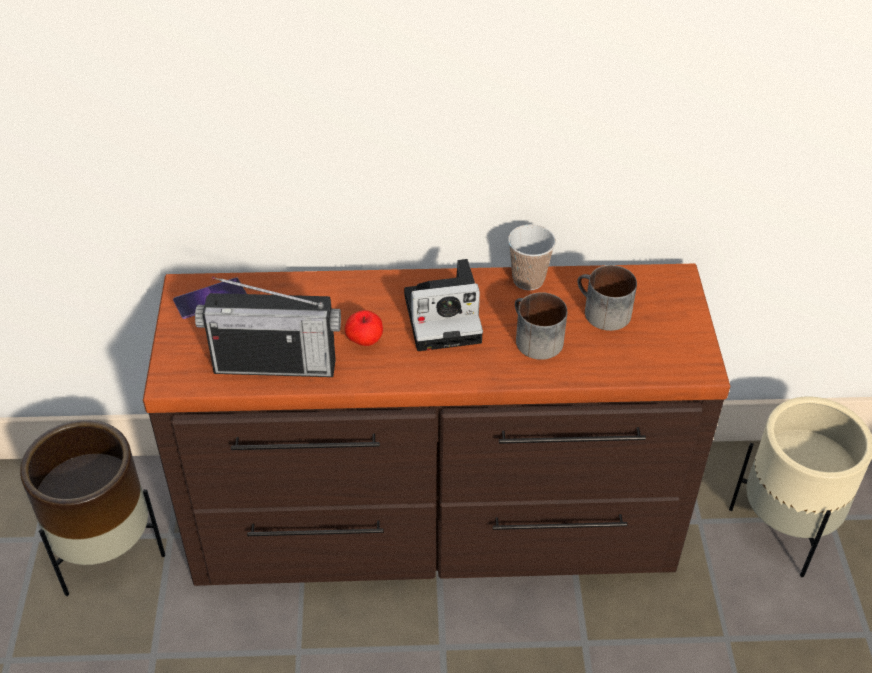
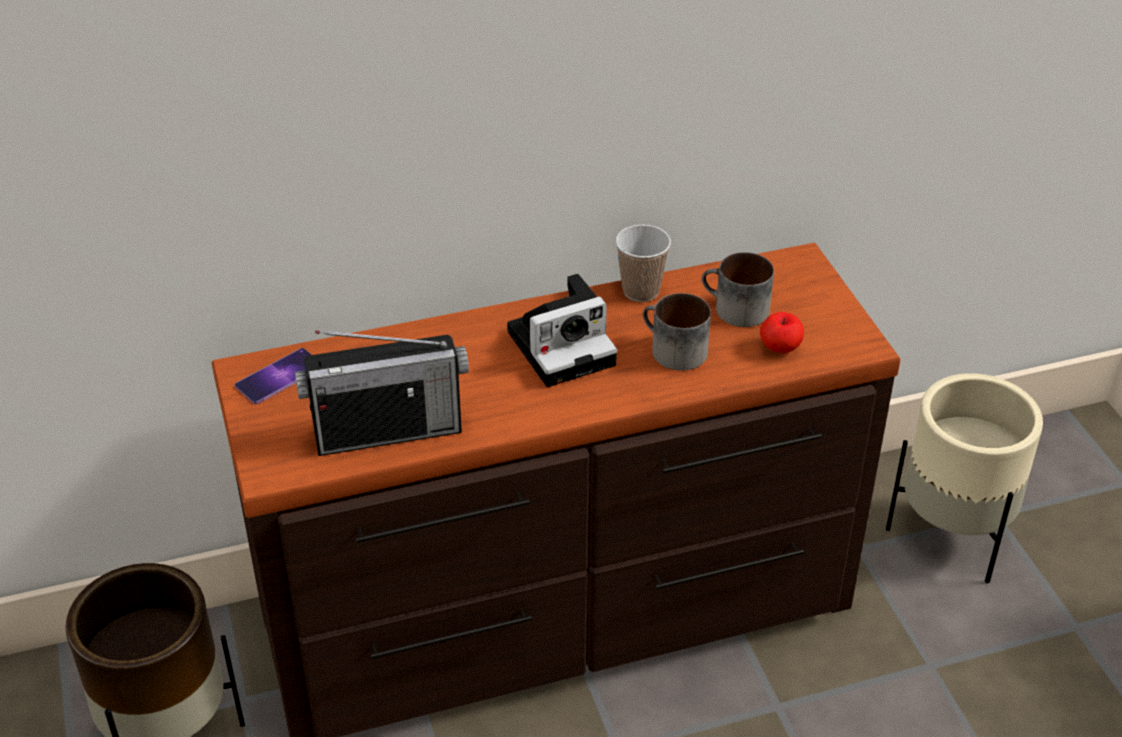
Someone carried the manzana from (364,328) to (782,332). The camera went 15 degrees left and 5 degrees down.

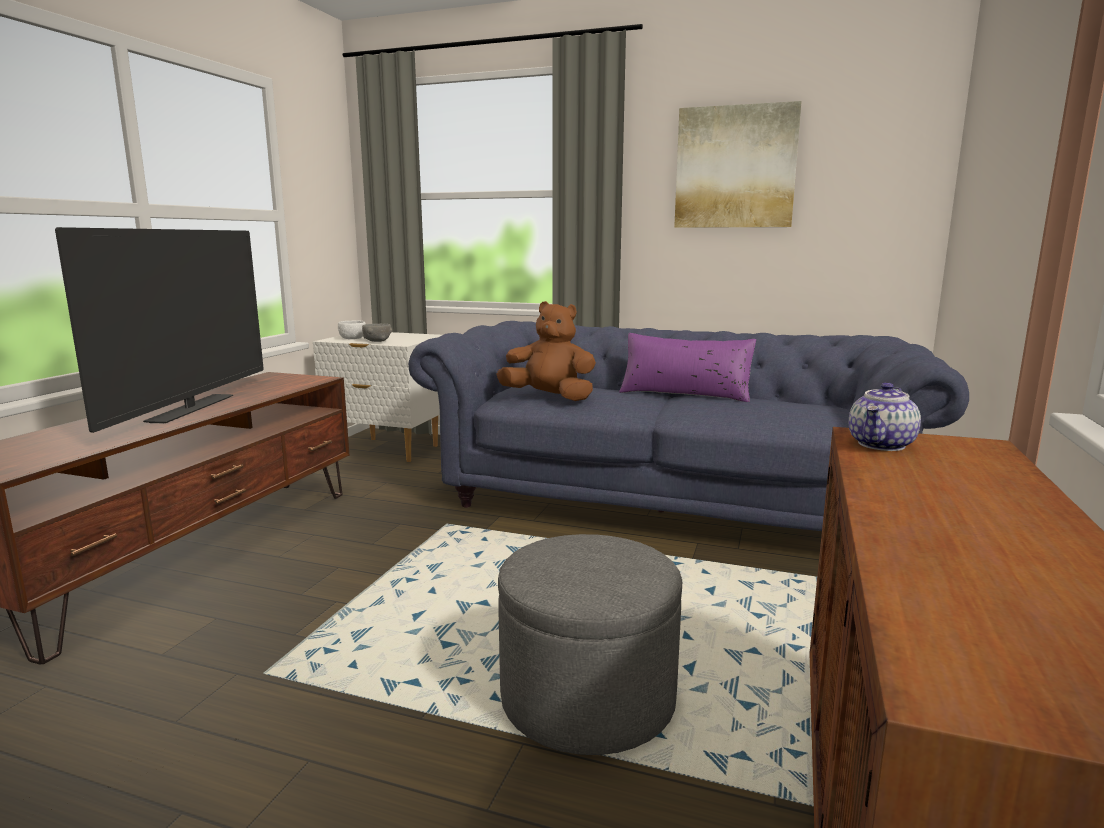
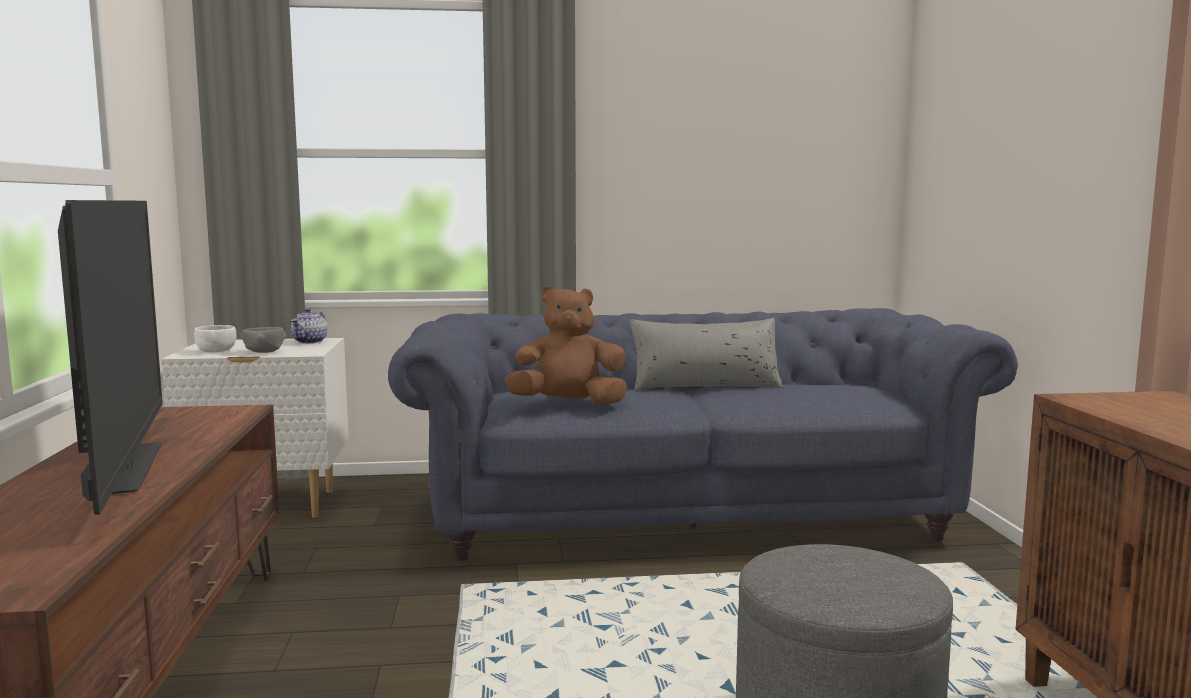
Someone carried the tetera from (885,416) to (309,326). Someone repainted the cojín/morado at (687,367), which became the cojín/gris at (706,354). Someone took away the cuadro at (738,164). The camera went 25 degrees left and 5 degrees down.

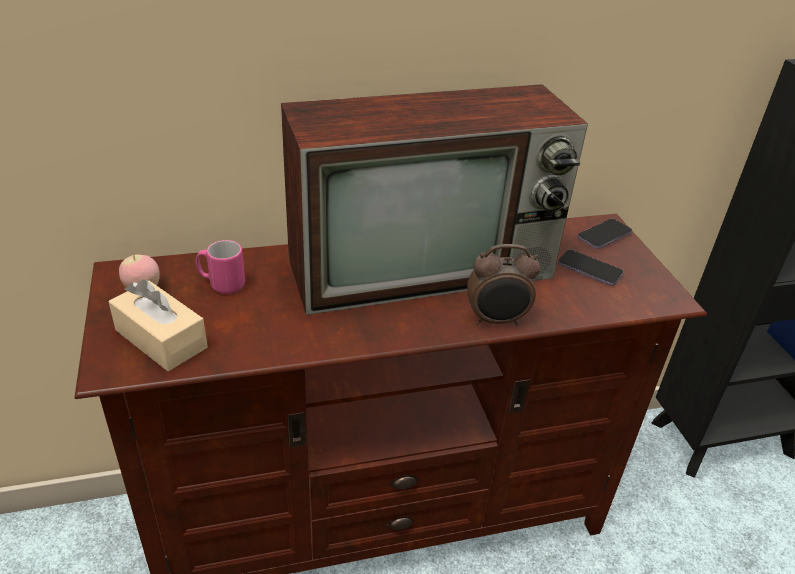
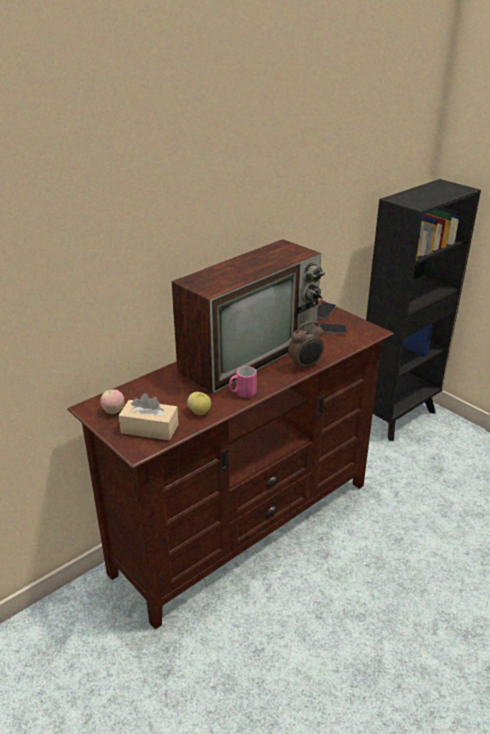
Someone put down the manzana at (199,403). Someone carried the taza grande/rosa from (220,267) to (243,382). The camera went 25 degrees left and 5 degrees down.

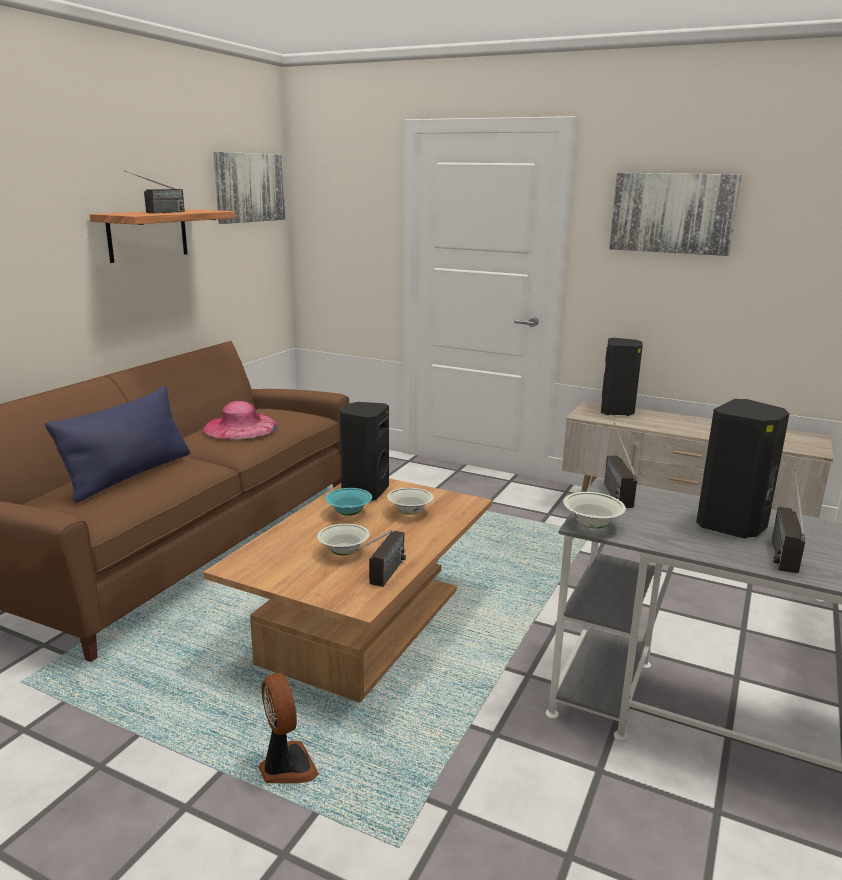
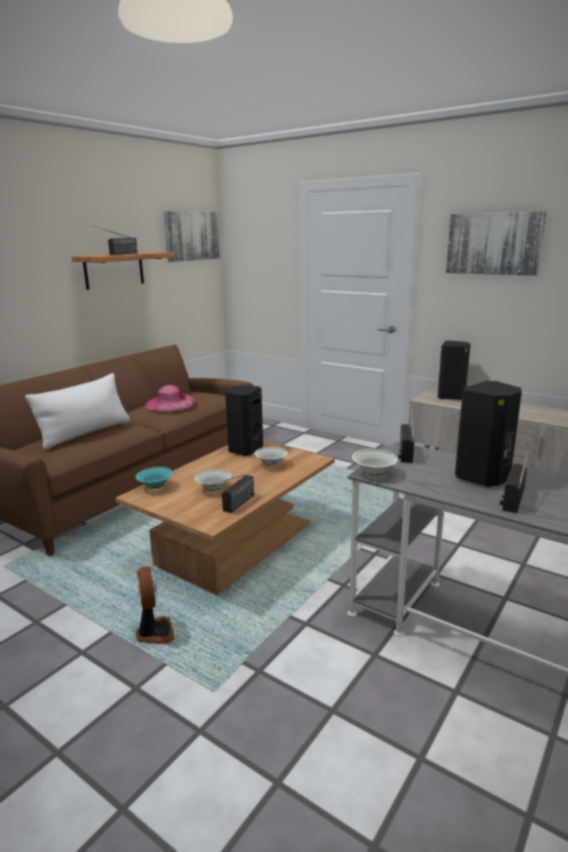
Someone repainted the cojín/azul at (117,444), which became the cojín/blanco at (77,411). Someone carried the cuenco/turquesa from (348,502) to (154,478). The camera went 10 degrees right and 0 degrees up.

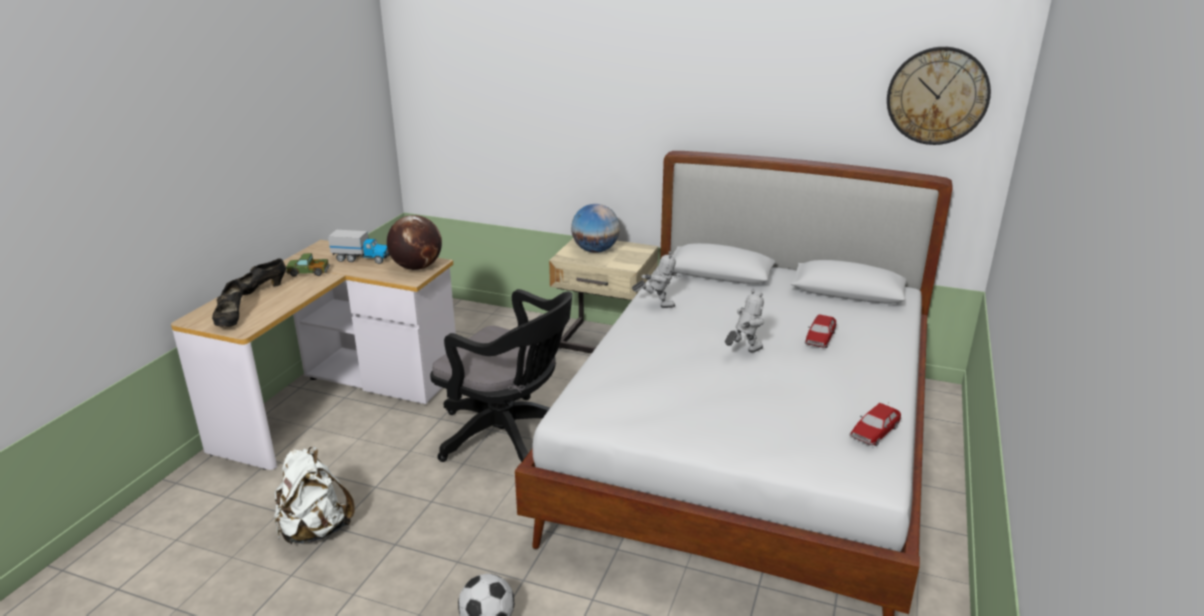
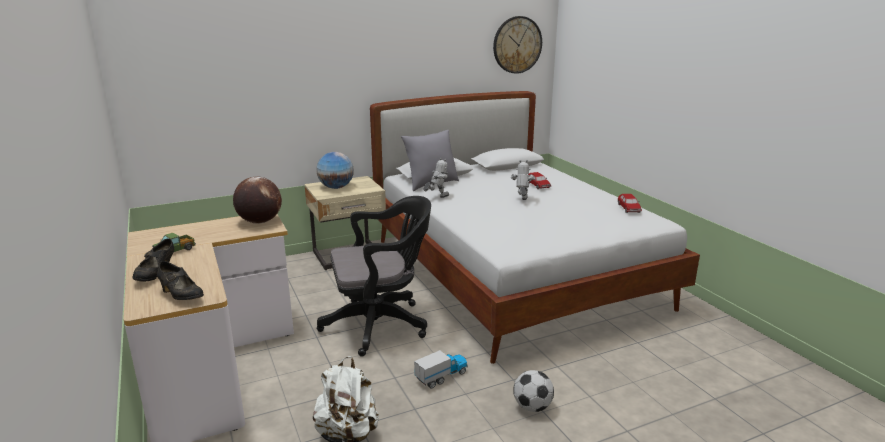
Someone put down the cojín/gris at (430,160). Someone carried the camión de juguete from (359,247) to (441,369). The camera went 45 degrees left and 5 degrees down.

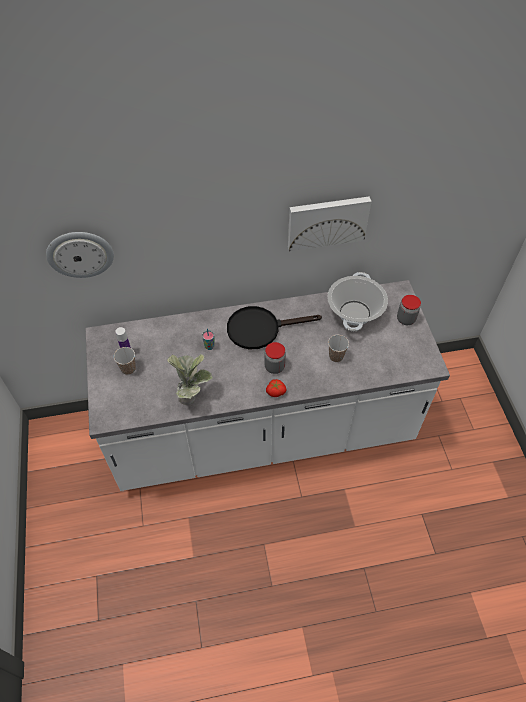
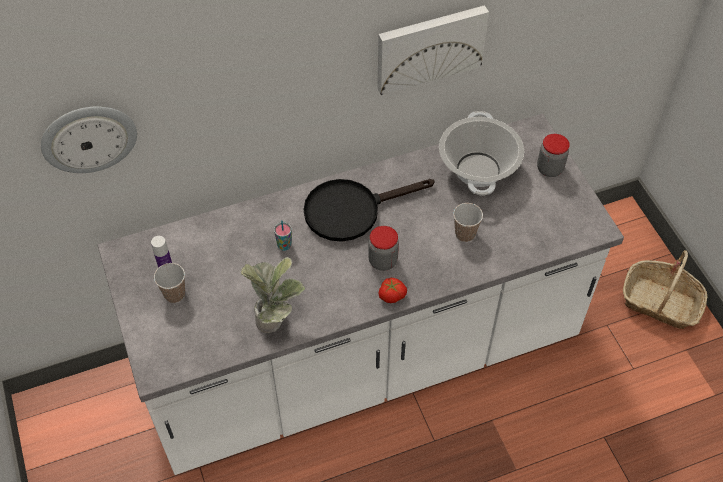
Someone put down the cesta at (665,289). The camera went 10 degrees left and 0 degrees up.

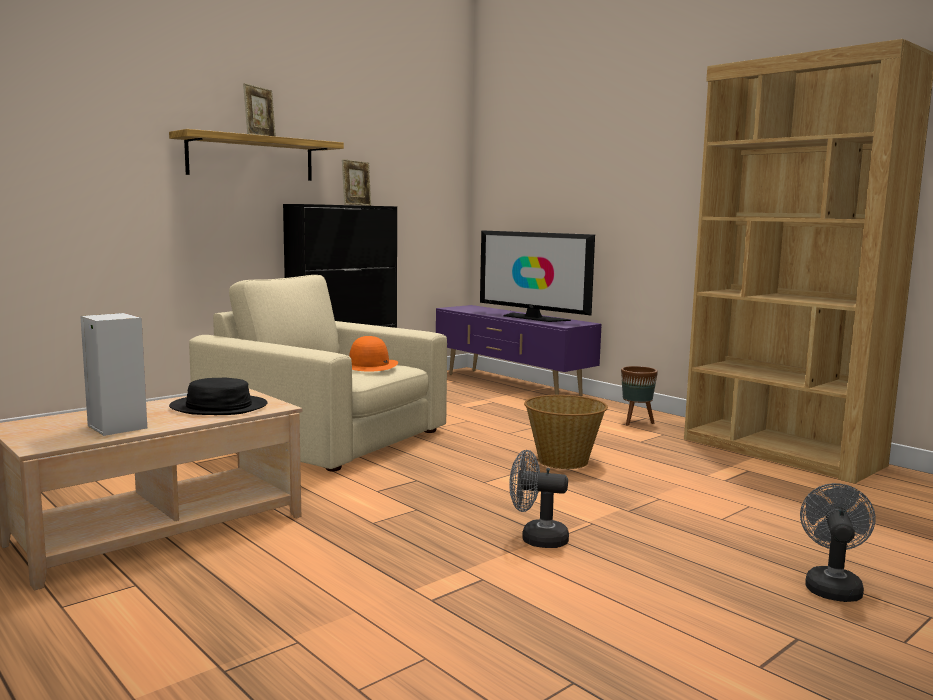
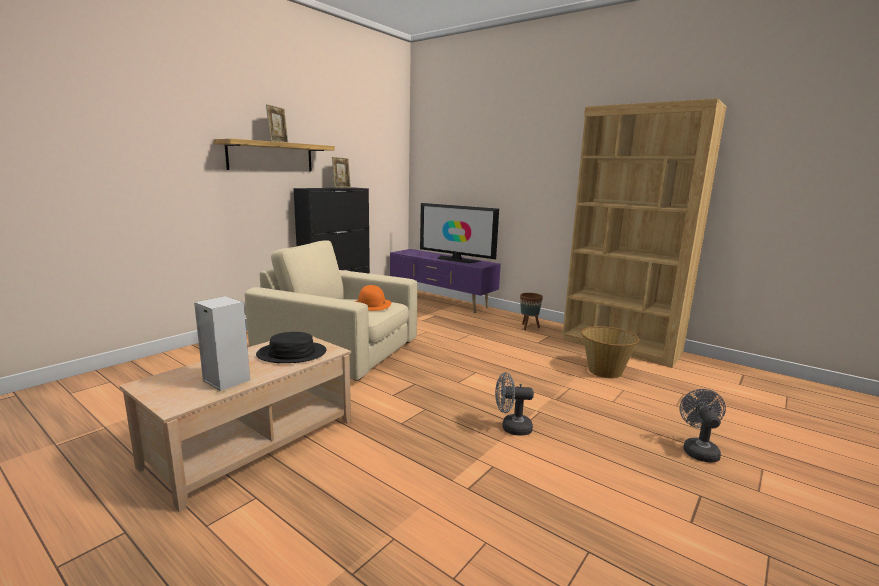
Someone carried the cesta from (566,432) to (610,352). The camera went 10 degrees left and 5 degrees up.

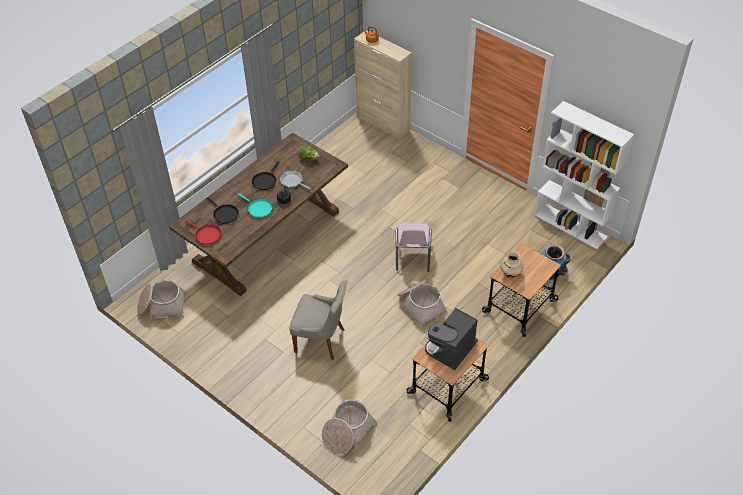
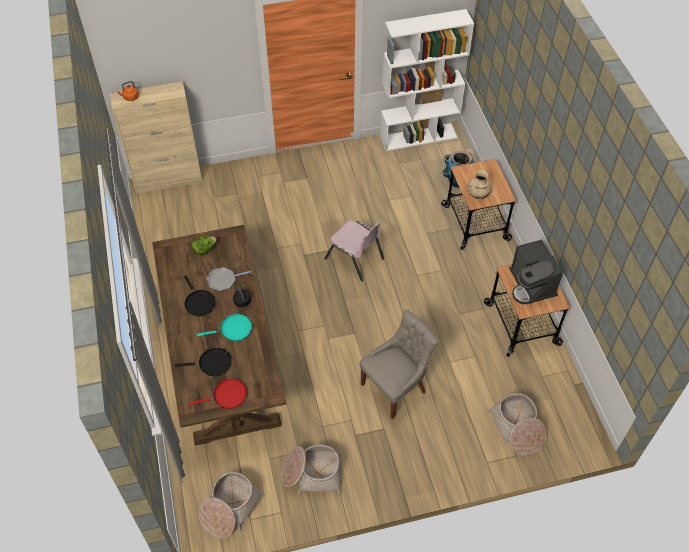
Someone carried the cesta from (422,304) to (311,469). The camera went 55 degrees left and 5 degrees up.

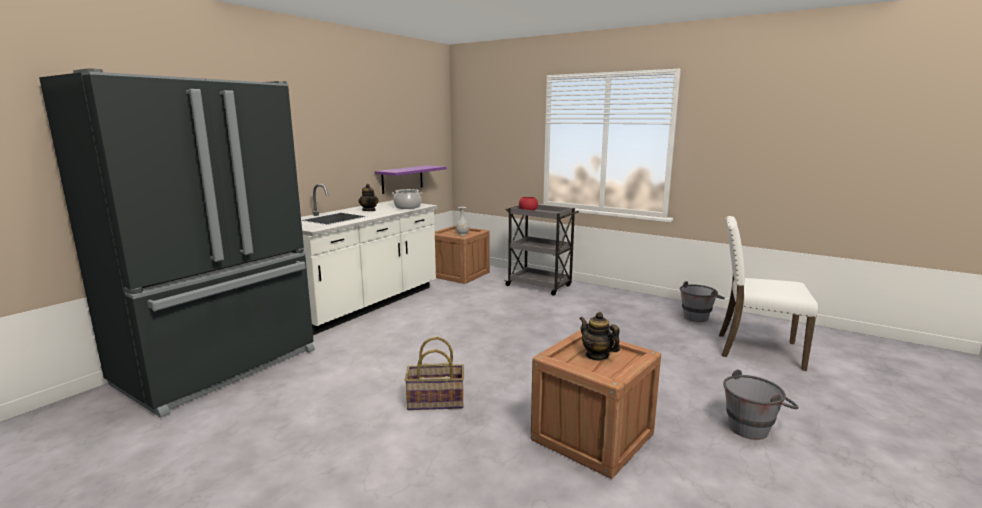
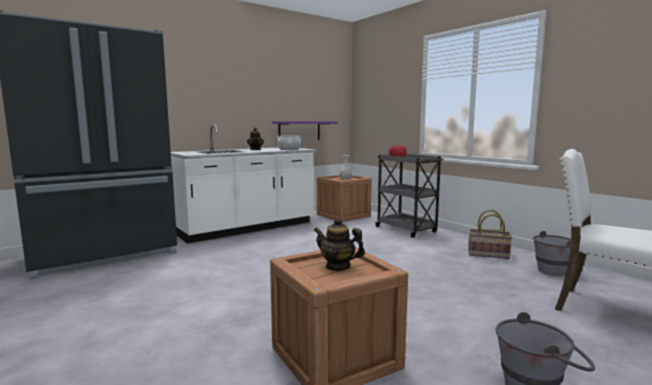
Someone rotated the tetera at (599,336) by 45 degrees counterclockwise. Someone carried the cesta from (434,373) to (490,234). The camera went 20 degrees right and 5 degrees down.

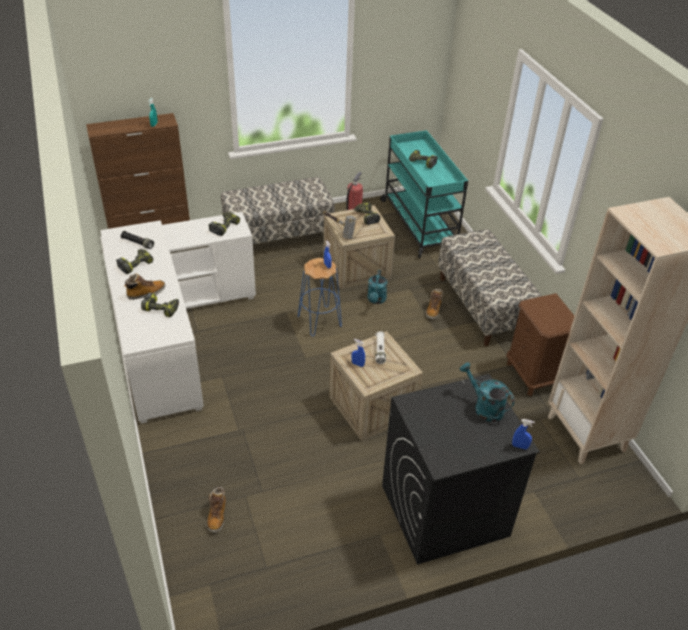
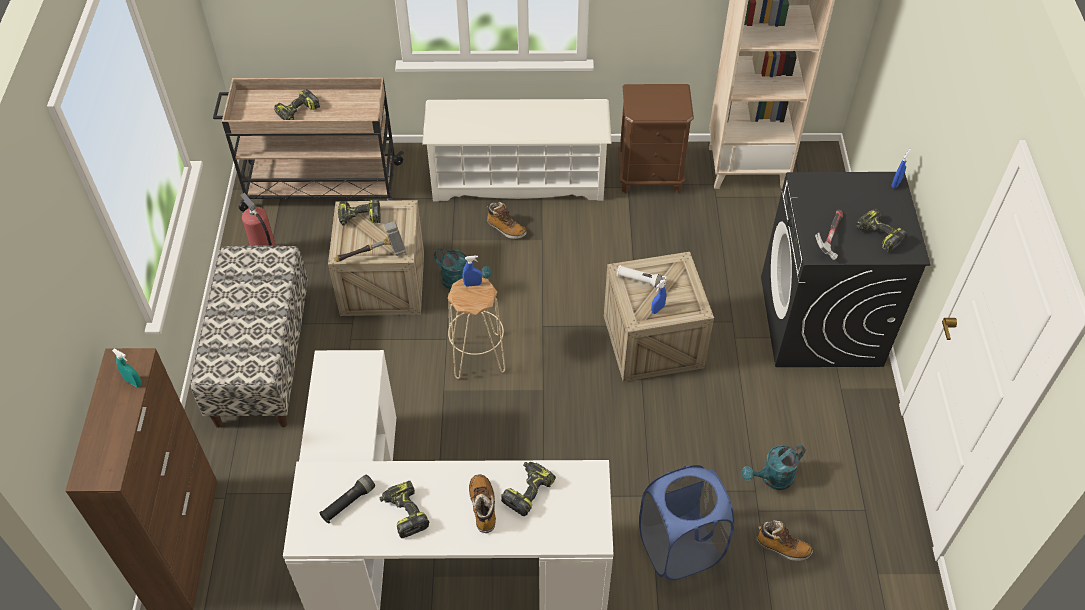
Someone repainted the carrito/turquesa at (424,194), which became the carrito/beis at (308,144). Someone swapped the banco at (489,287) for the zapatero/blanco at (517,150). Someone repainted the taburete/azul at (320,297), which became the taburete/beis at (476,328). Someone put down the cesto de la ropa/azul at (686,523). Someone carried the regadera/turquesa from (487,392) to (773,467). Someone put down the martillo at (829,234). Someone carried the taladro from (224,224) to (881,230). The camera went 70 degrees left and 10 degrees up.

